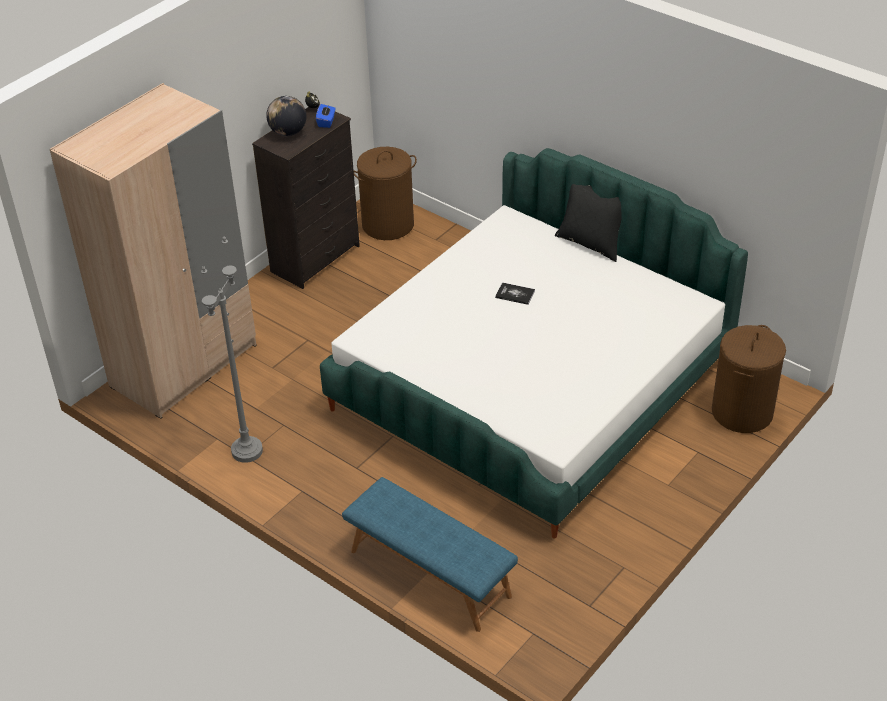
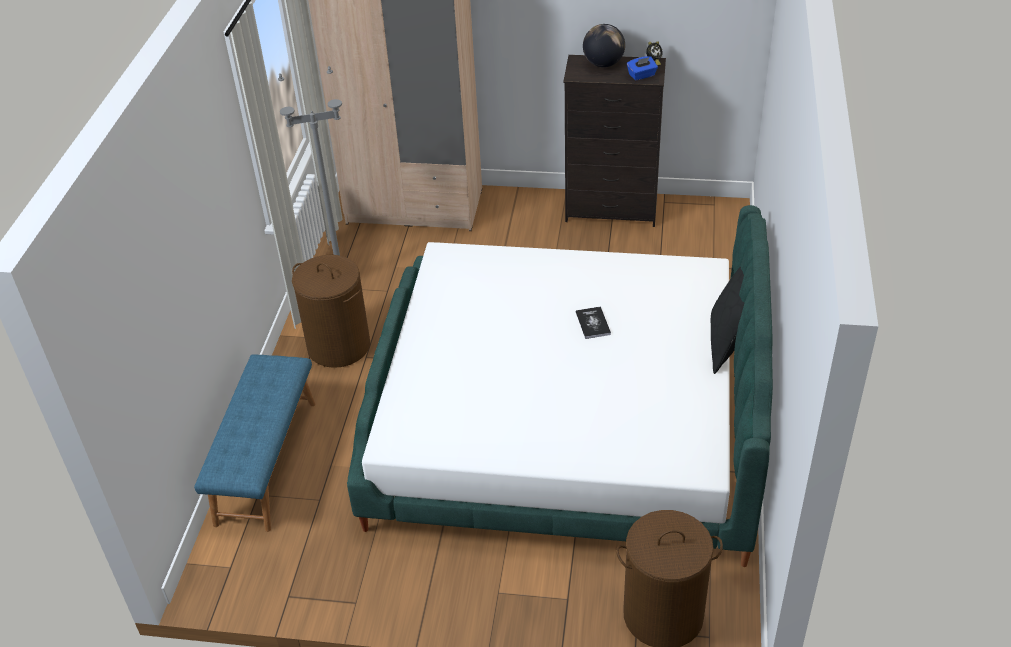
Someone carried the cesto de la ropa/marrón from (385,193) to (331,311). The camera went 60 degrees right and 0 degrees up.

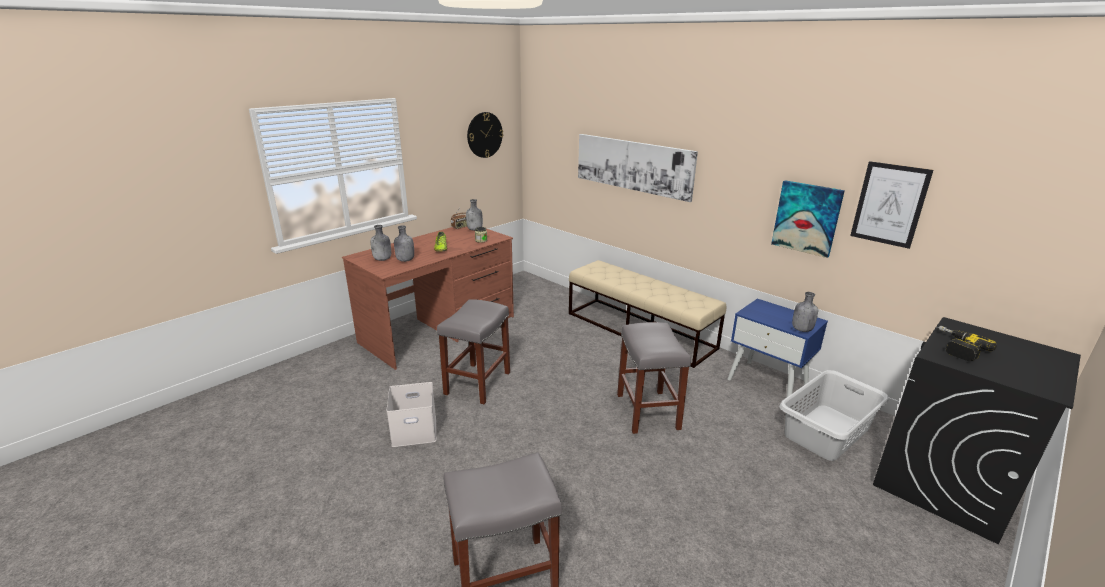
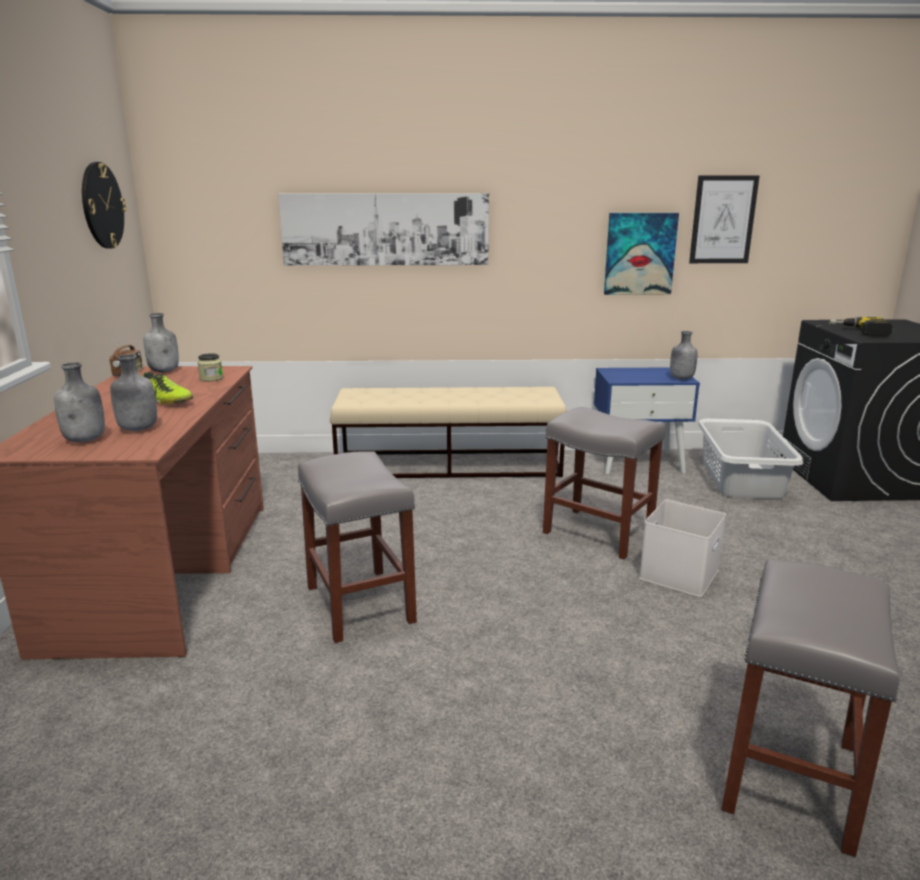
Someone carried the caja de almacenaje/blanco from (411,414) to (682,548). The camera went 45 degrees left and 5 degrees down.

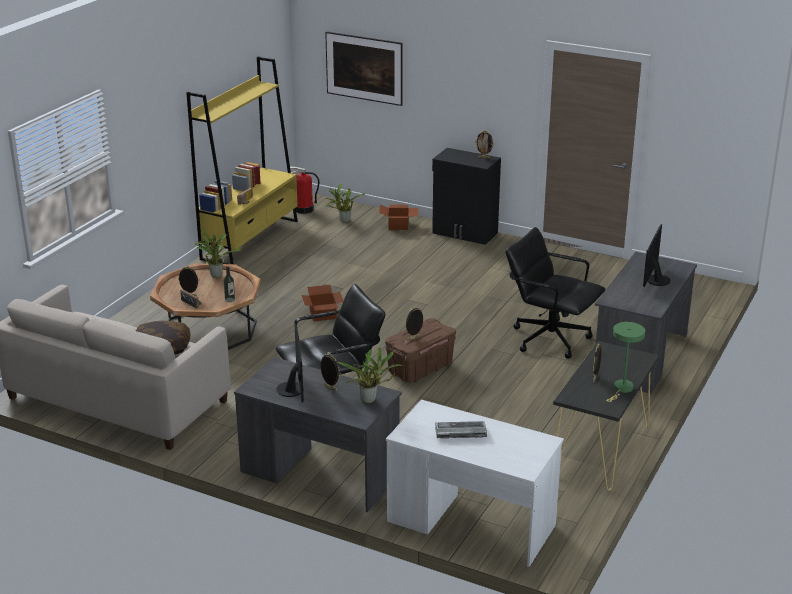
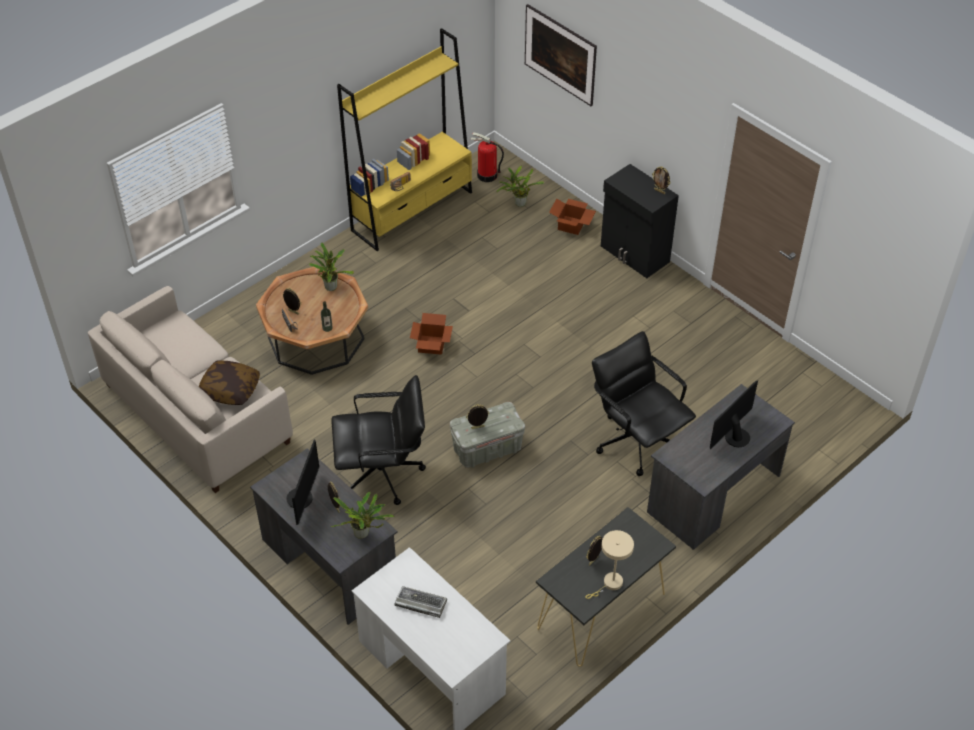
Someone repainted the caja de almacenaje/marrón at (420,350), which became the caja de almacenaje/gris at (487,435). Someone repainted the lámpara de mesa/verde at (625,362), which became the lámpara de mesa/beis at (609,564). The camera went 20 degrees right and 20 degrees up.

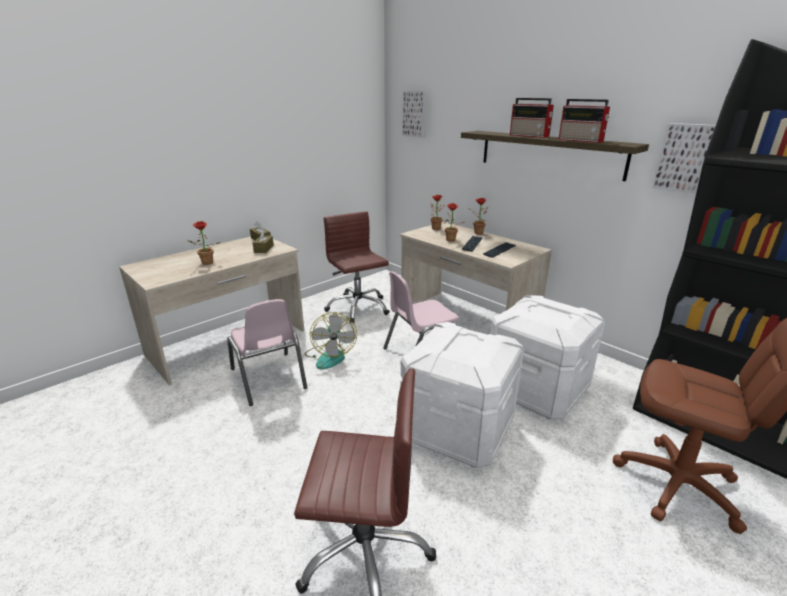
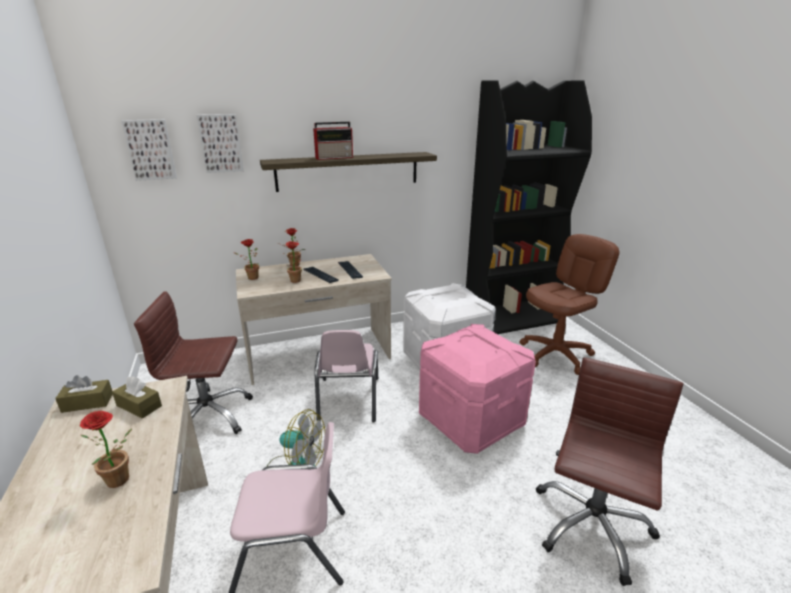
Someone carried the cuadro from (684,158) to (220,143). Someone repainted the caja de almacenaje/blanco at (462,395), which became the caja de almacenaje/rosa at (477,389). Someone took away the radio at (584,121). The camera went 65 degrees left and 0 degrees up.

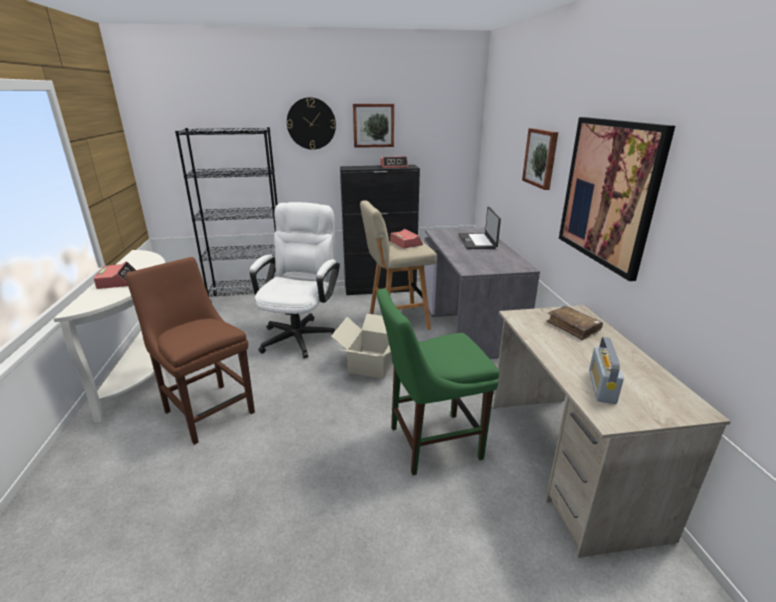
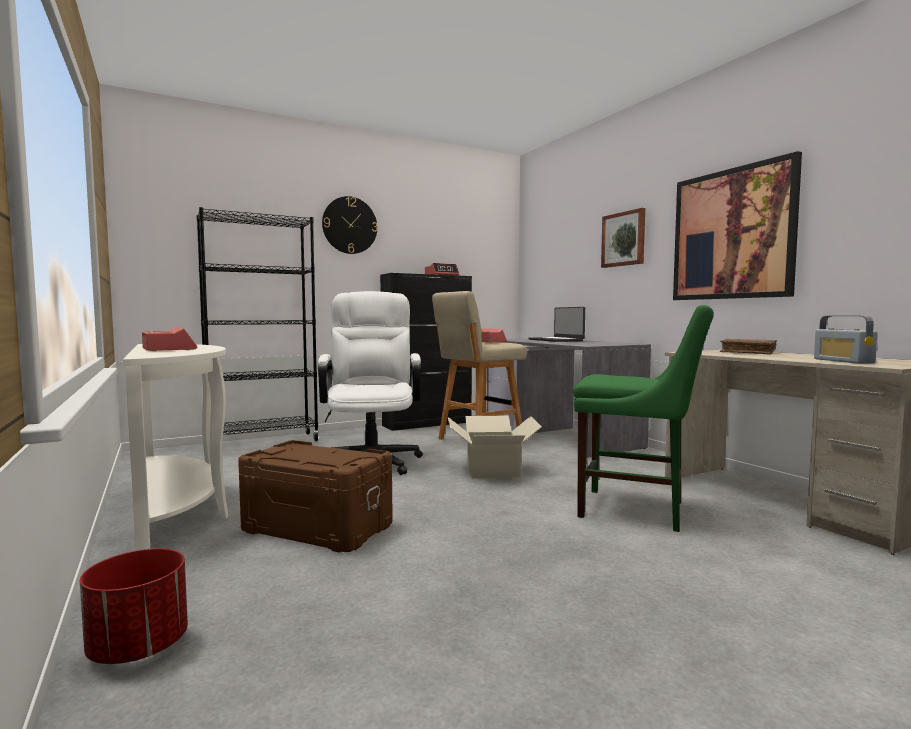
Someone put down the maceta/rojo at (134,606). Someone swapped the silla/marrón at (190,351) for the caja de almacenaje/marrón at (315,496). Someone rotated the silla/verde at (438,382) by 120 degrees counterclockwise. Someone took away the cuadro at (373,126). The camera went 20 degrees left and 20 degrees down.

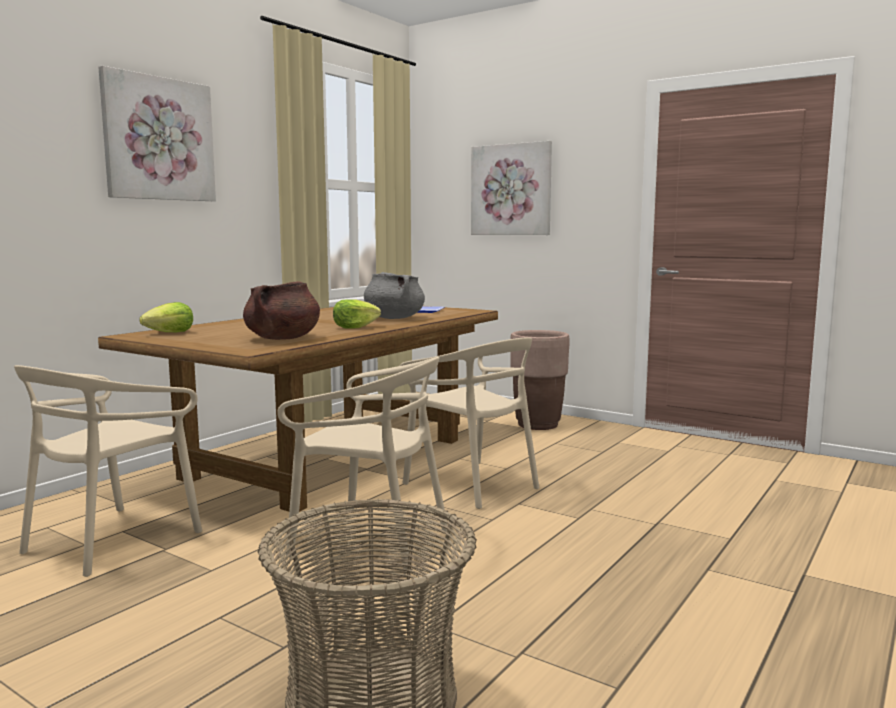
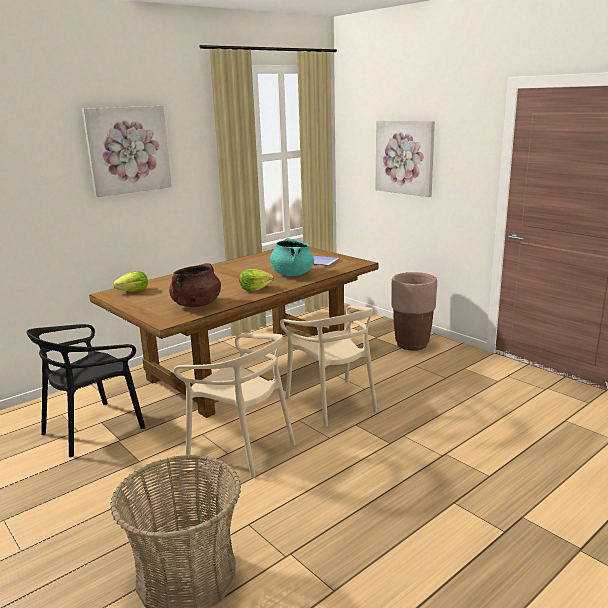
Someone repainted the silla/beis at (108,471), which became the silla/negro at (86,390). Someone repainted the olla/gris at (394,295), which became the olla/turquesa at (292,257). The camera went 15 degrees right and 10 degrees up.

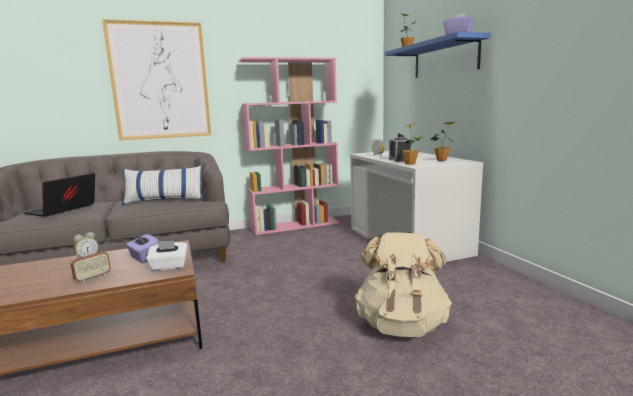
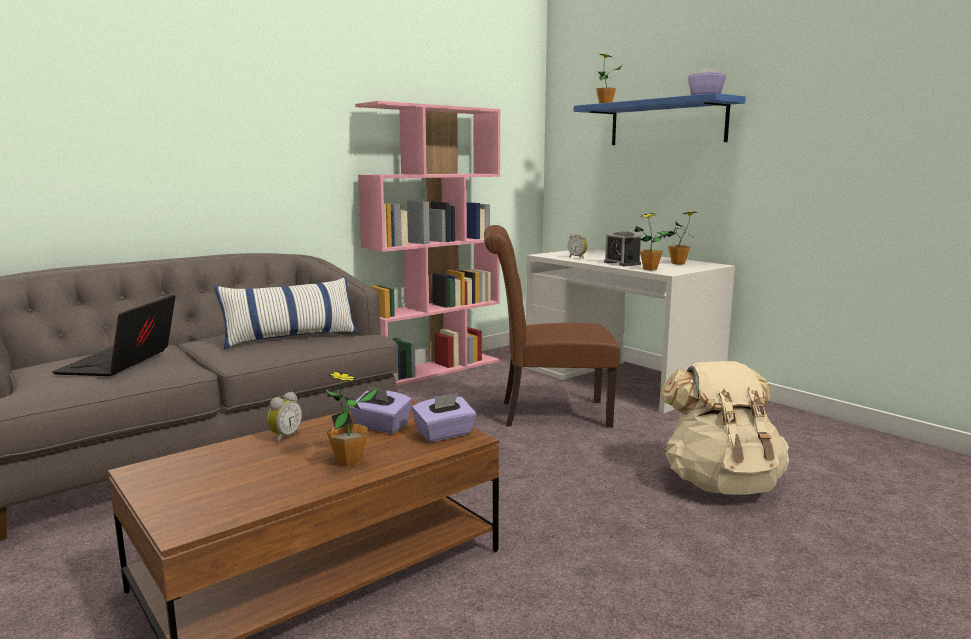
Someone swapped the radio at (91,260) for the planta en maceta at (352,419). Someone repainted the caja de pañuelos/blanco at (167,255), which became the caja de pañuelos/morado at (444,417). Someone put down the silla/marrón at (552,326). Someone took away the cuadro at (156,79). The camera went 20 degrees left and 0 degrees up.

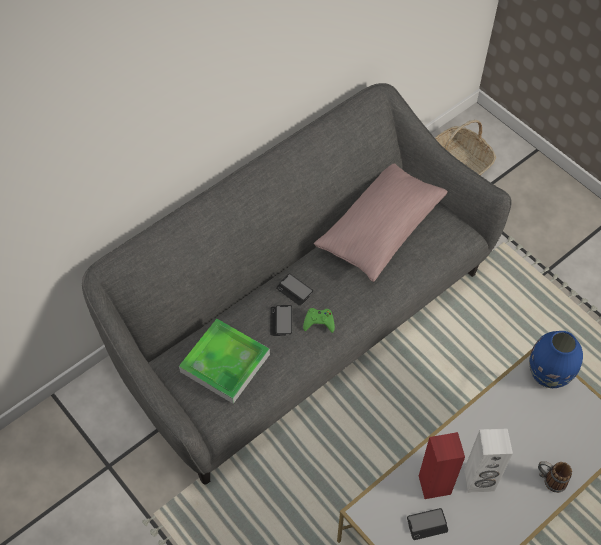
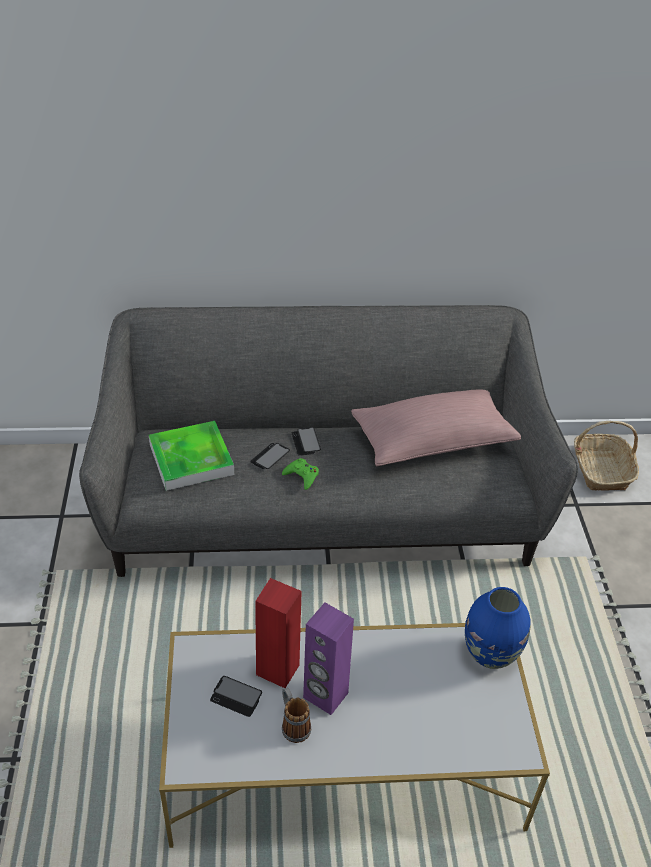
Someone carried the taza grande from (555,477) to (296,715). Someone repainted the altavoz/blanco at (488,460), which became the altavoz/morado at (328,658). The camera went 35 degrees right and 15 degrees down.

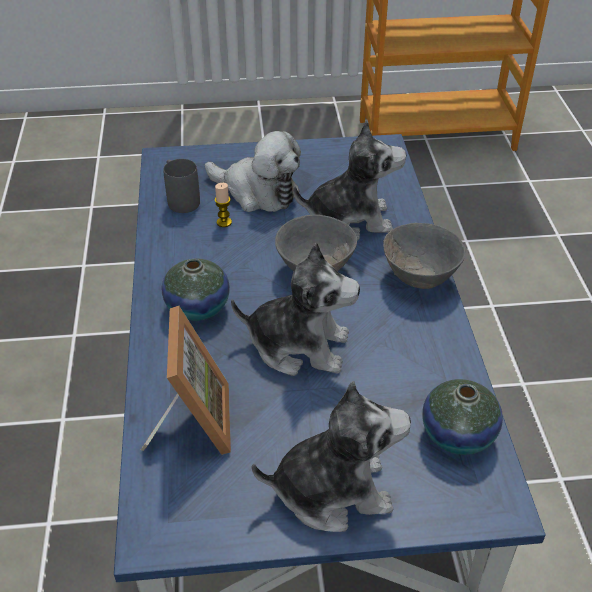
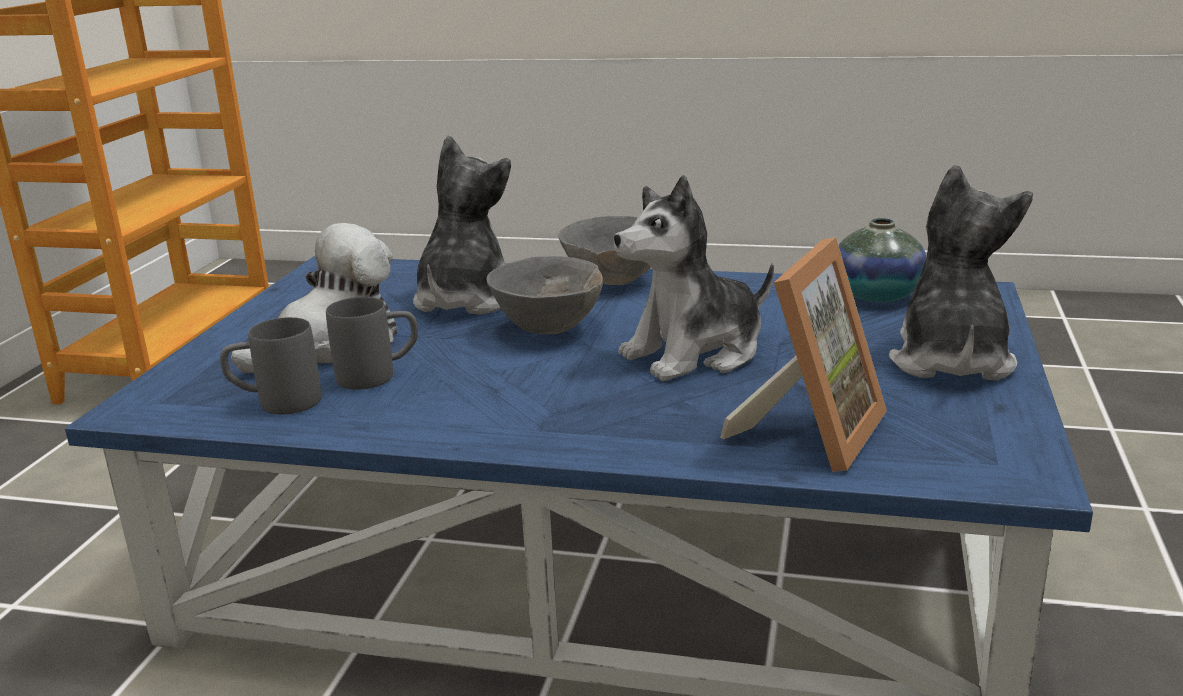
Someone swapped the vela at (223,205) for the taza grande/gris at (372,343). Someone rotated the peluche at (295,309) by 150 degrees counterclockwise. Someone rotated the portarretratos at (186,380) by 105 degrees clockwise. Someone took away the florero at (196,290). The camera went 70 degrees left and 20 degrees down.

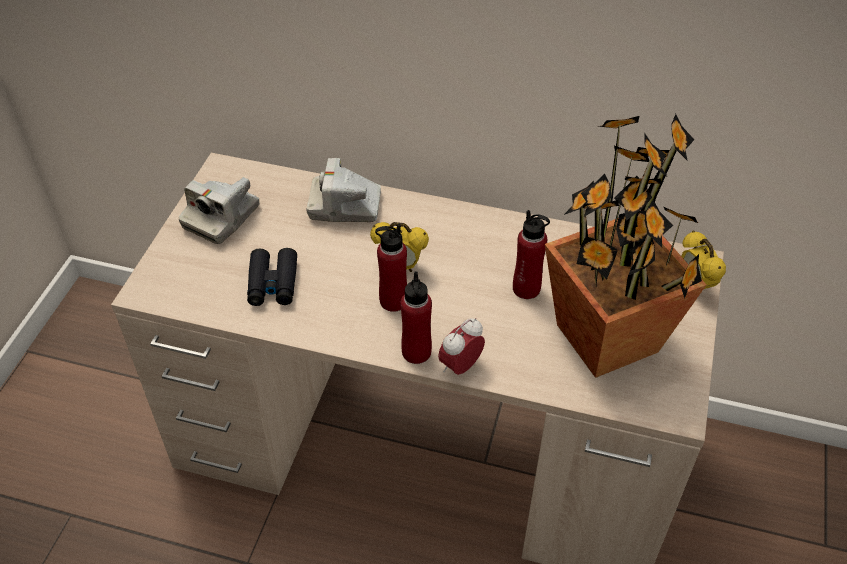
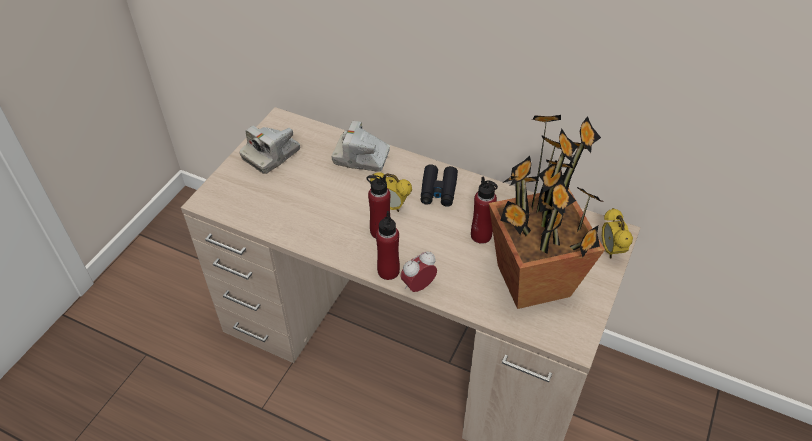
Someone carried the prismáticos/negro from (272,277) to (439,185). The camera went 10 degrees right and 0 degrees up.

